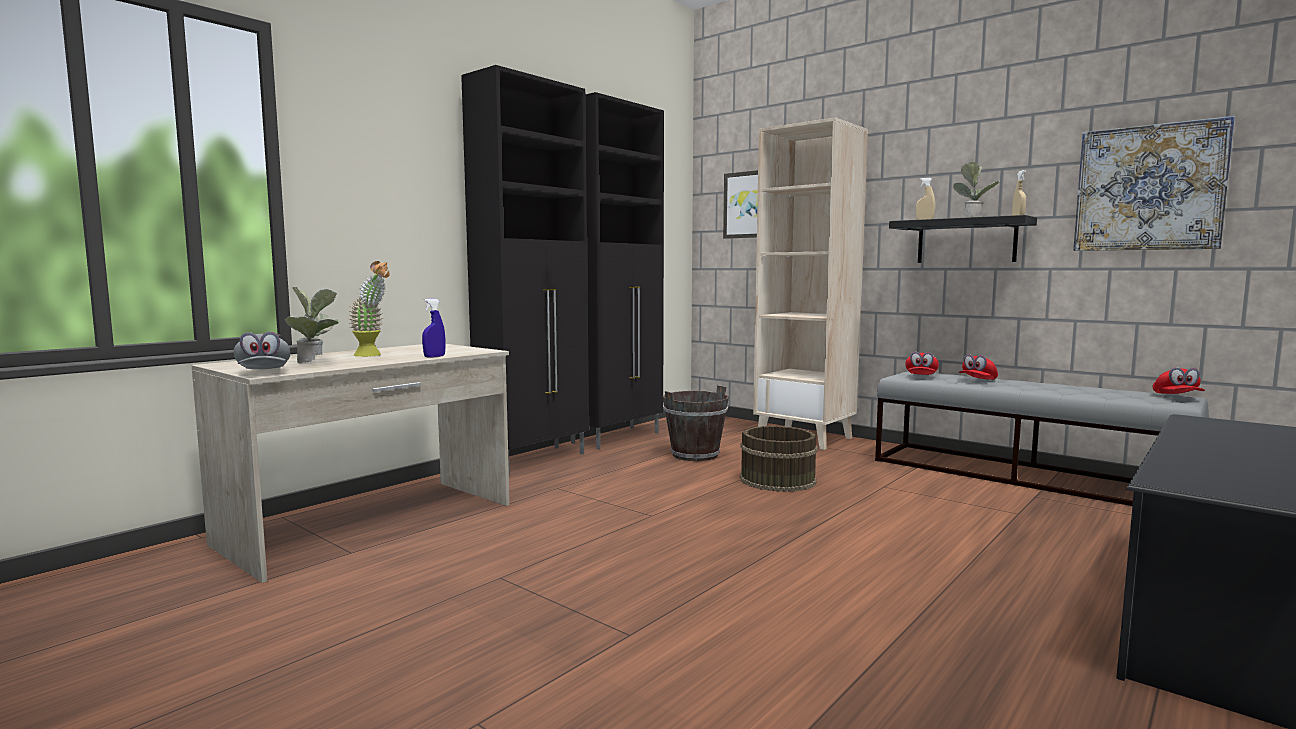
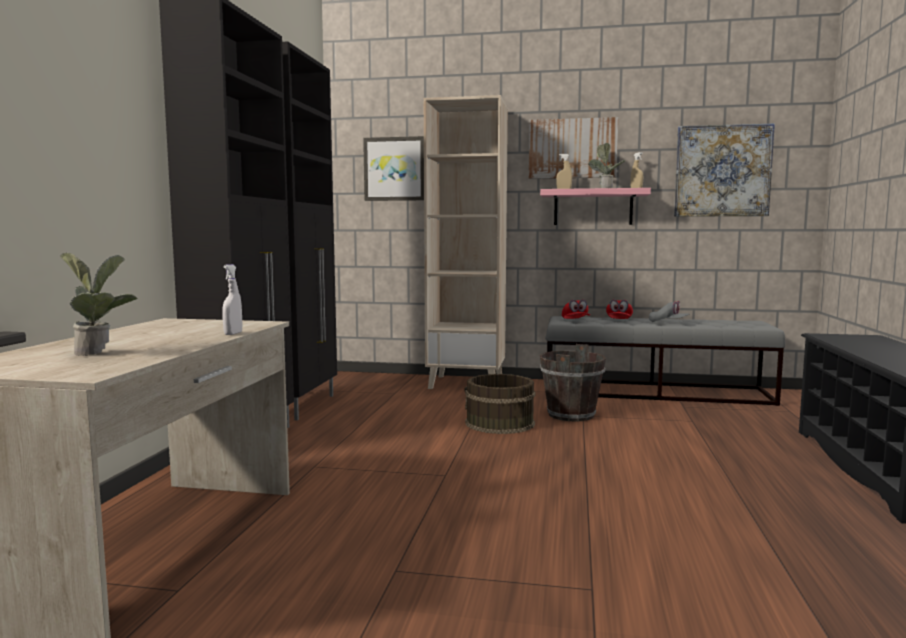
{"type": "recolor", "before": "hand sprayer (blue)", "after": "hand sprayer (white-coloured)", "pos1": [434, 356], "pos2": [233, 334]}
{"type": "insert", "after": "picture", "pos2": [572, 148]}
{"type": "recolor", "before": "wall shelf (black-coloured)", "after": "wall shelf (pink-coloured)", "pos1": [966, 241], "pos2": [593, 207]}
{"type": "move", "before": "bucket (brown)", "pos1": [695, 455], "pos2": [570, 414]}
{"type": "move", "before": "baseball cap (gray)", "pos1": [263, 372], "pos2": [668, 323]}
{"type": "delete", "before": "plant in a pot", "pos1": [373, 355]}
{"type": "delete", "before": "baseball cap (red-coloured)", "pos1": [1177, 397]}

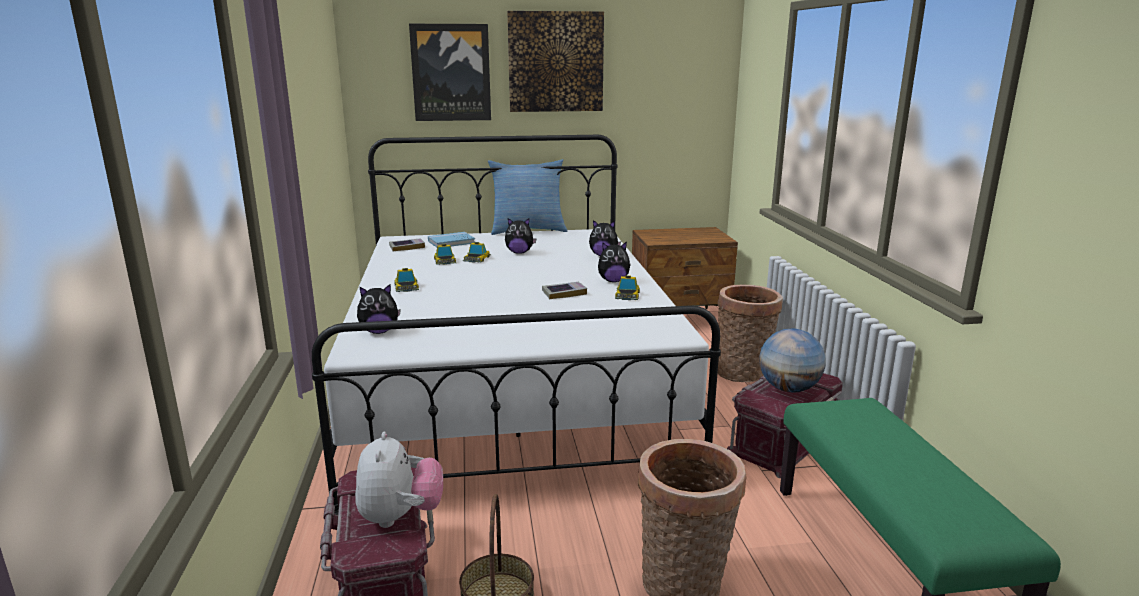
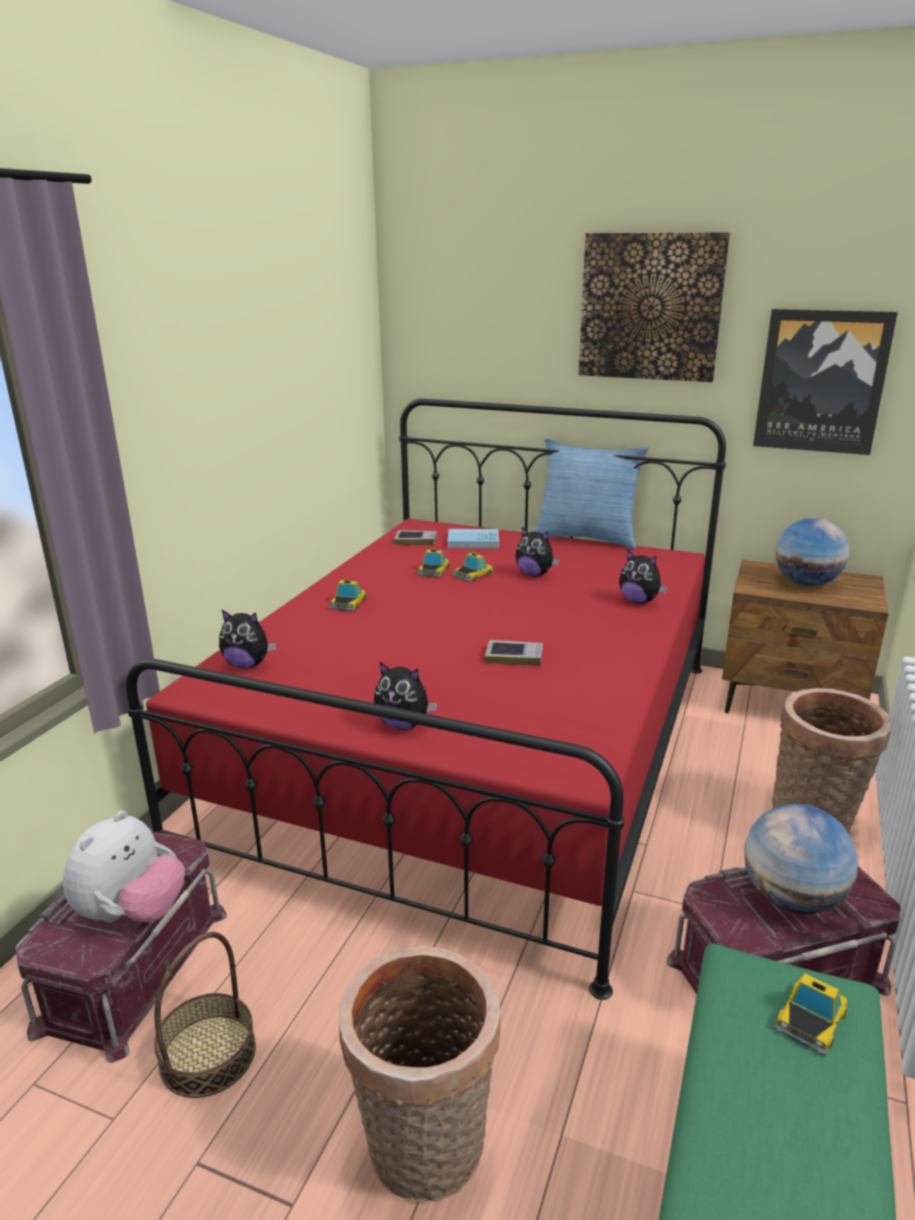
{"type": "recolor", "before": "bed (white-coloured)", "after": "bed (red-coloured)", "pos1": [510, 385], "pos2": [474, 748]}
{"type": "move", "before": "cuddly toy", "pos1": [613, 281], "pos2": [403, 724]}
{"type": "move", "before": "picture", "pos1": [451, 73], "pos2": [821, 382]}
{"type": "move", "before": "miniature car", "pos1": [627, 295], "pos2": [810, 1018]}
{"type": "insert", "after": "globe", "pos2": [805, 583]}

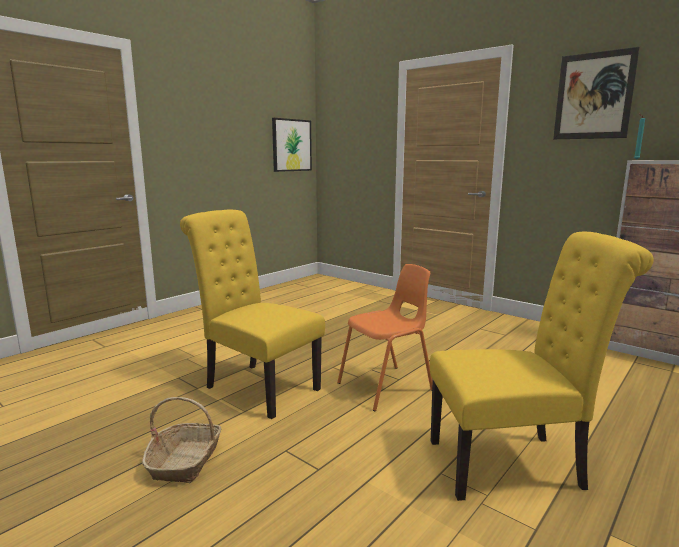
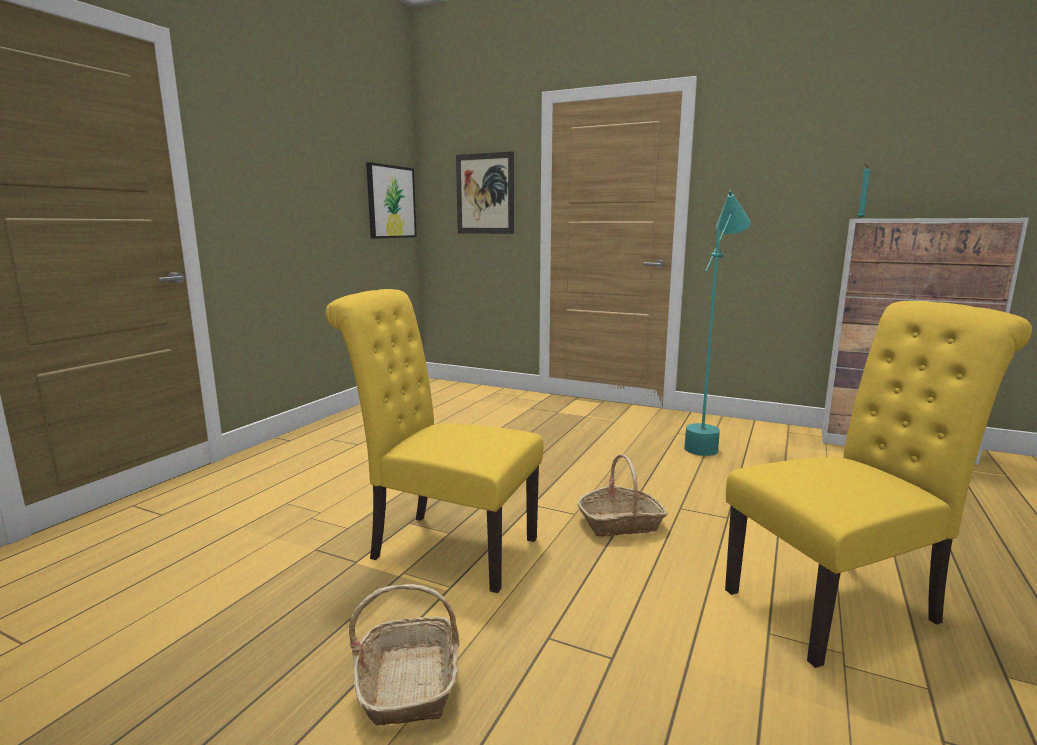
{"type": "move", "before": "picture", "pos1": [593, 96], "pos2": [485, 194]}
{"type": "replace", "before": "upright chair (orange)", "after": "basket", "pos1": [387, 387], "pos2": [621, 523]}
{"type": "insert", "after": "floor lamp (turquoise)", "pos2": [707, 441]}

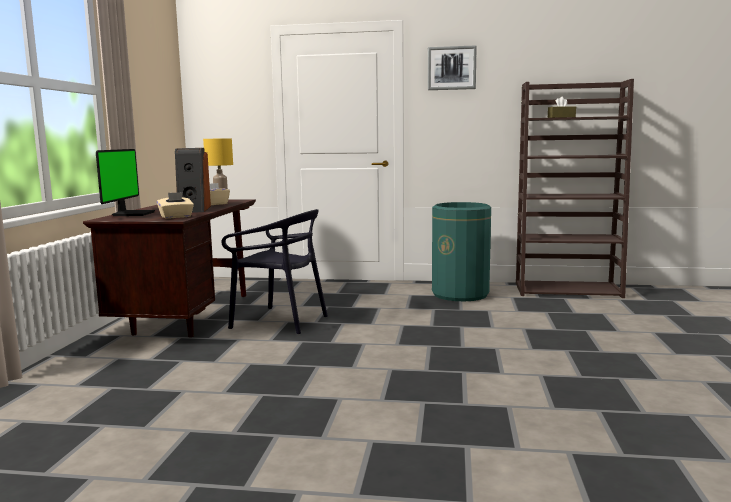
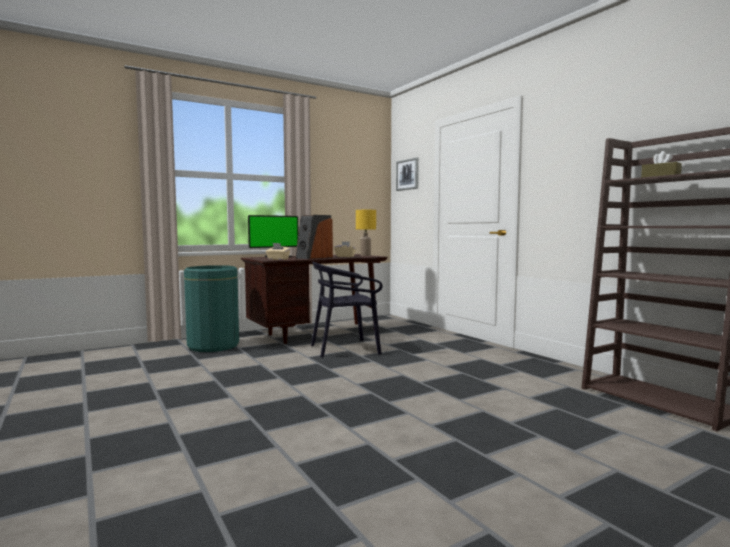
{"type": "move", "before": "waste bin (green)", "pos1": [460, 294], "pos2": [213, 346]}
{"type": "rotate", "before": "upright chair (black-coloured)", "pos1": [279, 321], "pos2": [345, 349], "turn": 90}
{"type": "move", "before": "picture", "pos1": [451, 68], "pos2": [407, 174]}

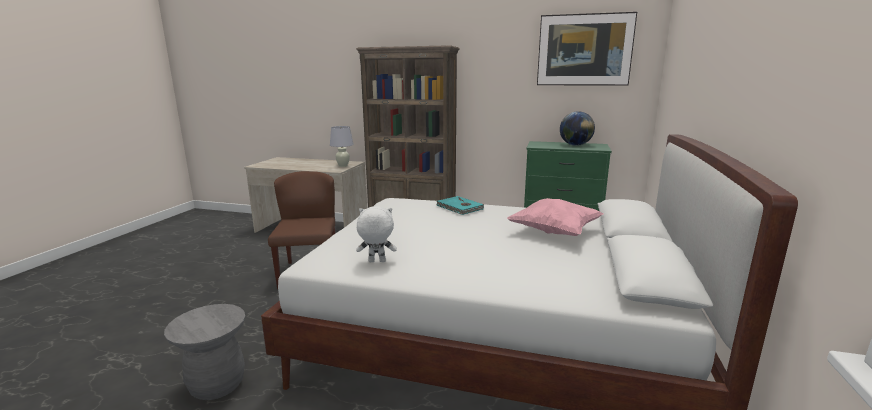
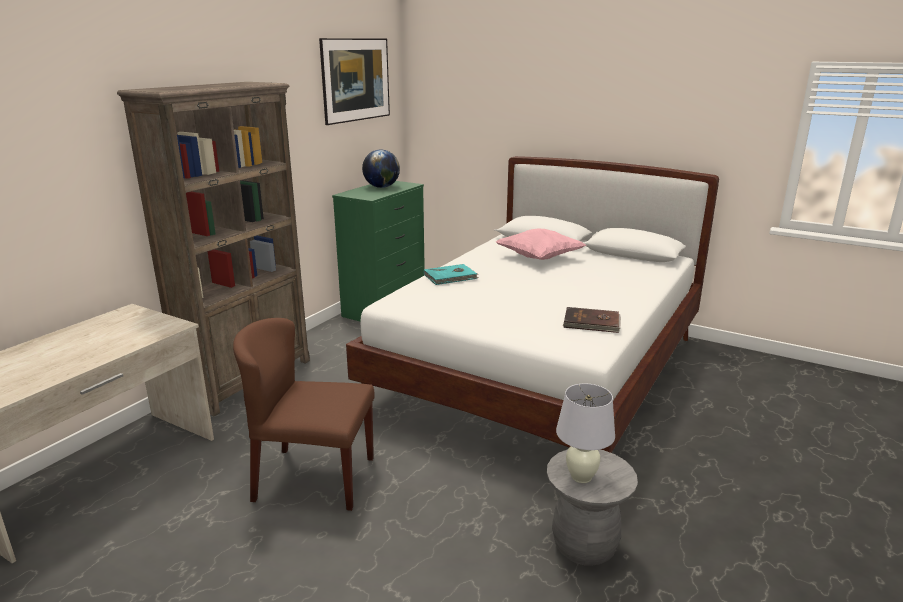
{"type": "move", "before": "lamp for a table (white-coloured)", "pos1": [343, 166], "pos2": [581, 476]}
{"type": "replace", "before": "cuddly toy (white-coloured)", "after": "bound book (brown)", "pos1": [376, 262], "pos2": [592, 323]}

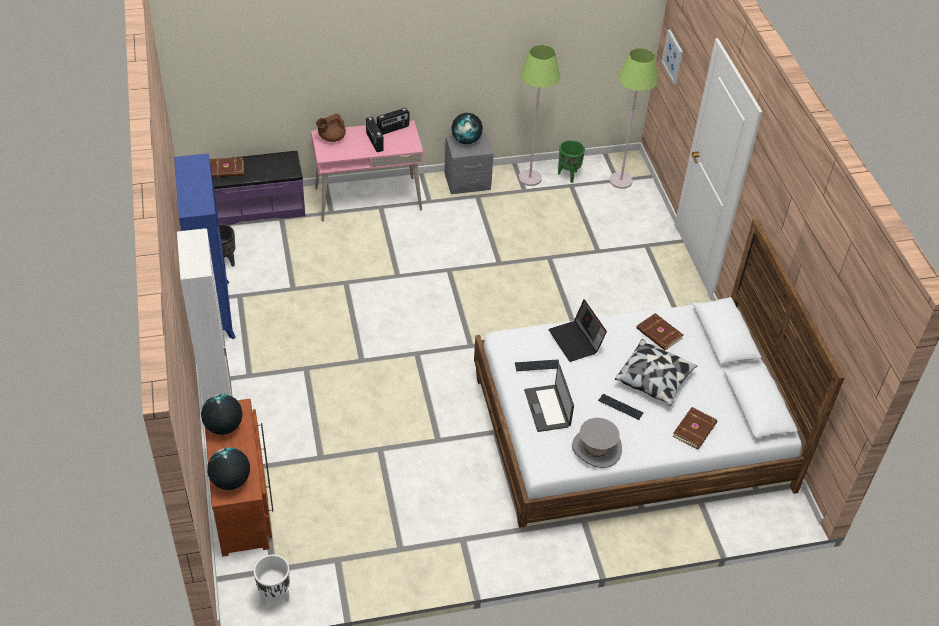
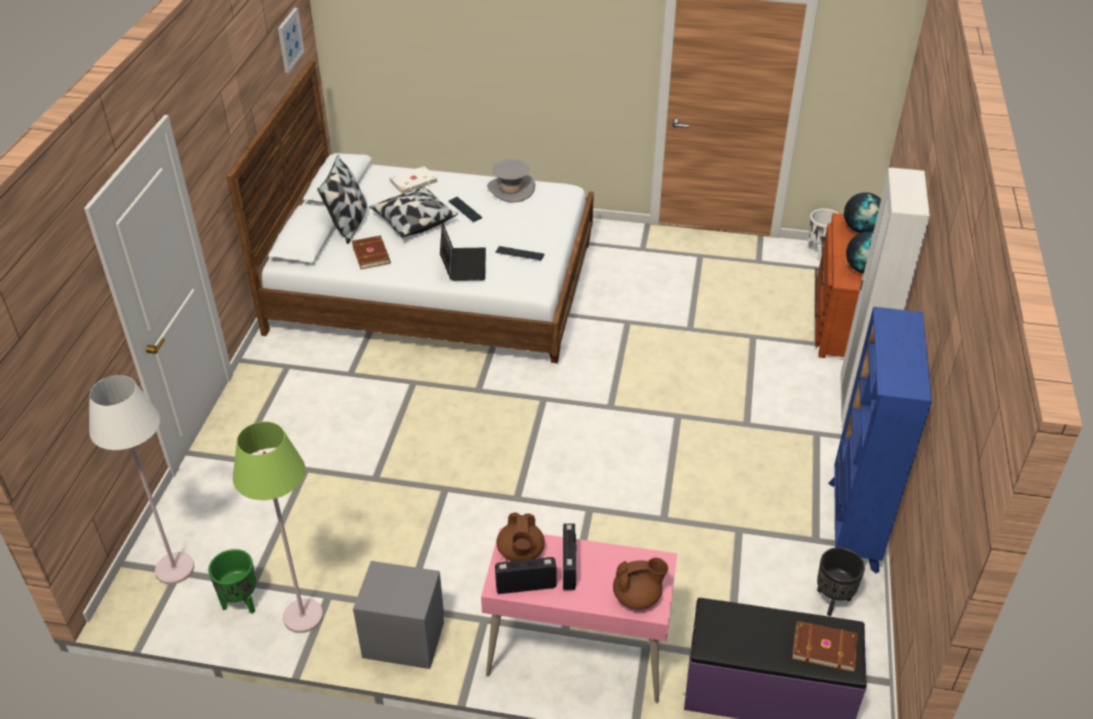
{"type": "recolor", "before": "floor lamp (green)", "after": "floor lamp (white-coloured)", "pos1": [621, 181], "pos2": [175, 568]}
{"type": "move", "before": "picture", "pos1": [673, 56], "pos2": [289, 40]}
{"type": "insert", "after": "pillow", "pos2": [349, 224]}
{"type": "recolor", "before": "bound book (brown)", "after": "bound book (white-coloured)", "pos1": [695, 430], "pos2": [412, 181]}
{"type": "insert", "after": "teapot (brown)", "pos2": [521, 553]}
{"type": "delete", "before": "globe", "pos1": [466, 140]}
{"type": "delete", "before": "portable computer", "pos1": [548, 408]}

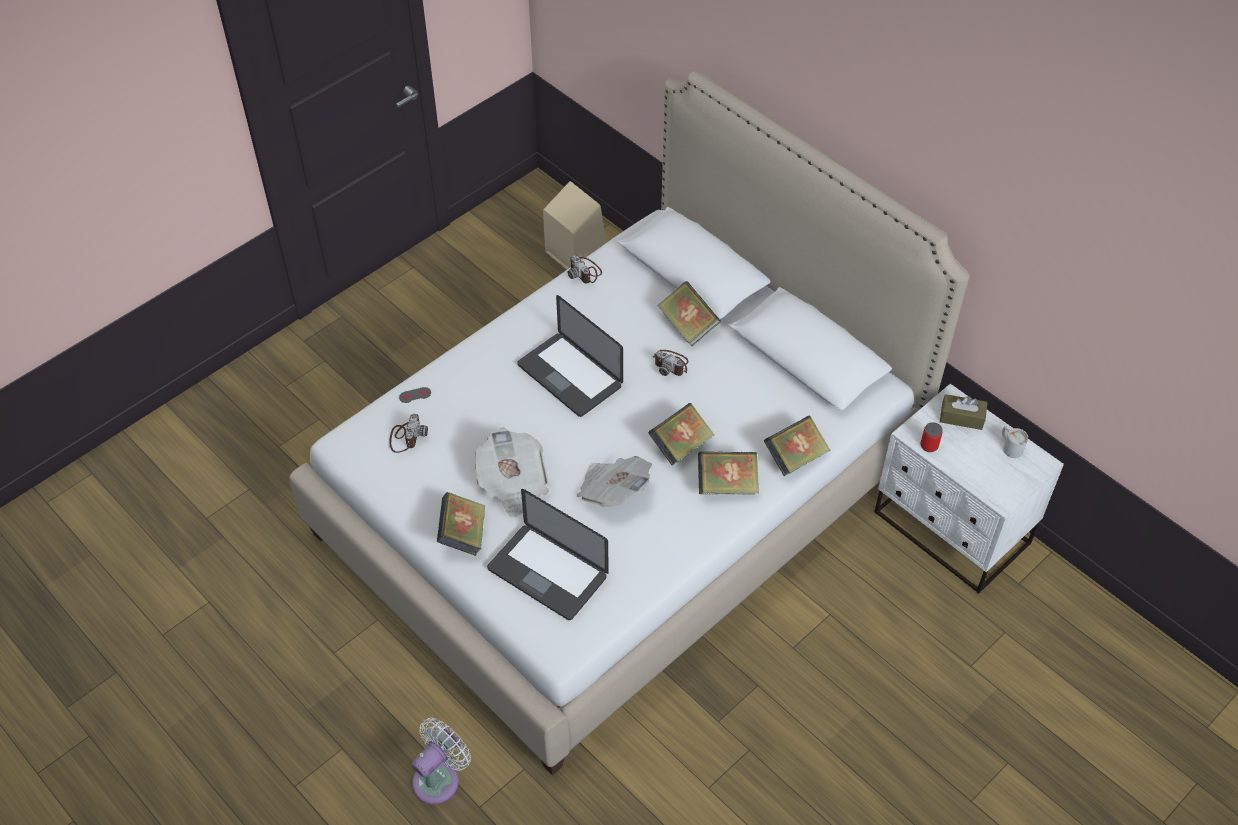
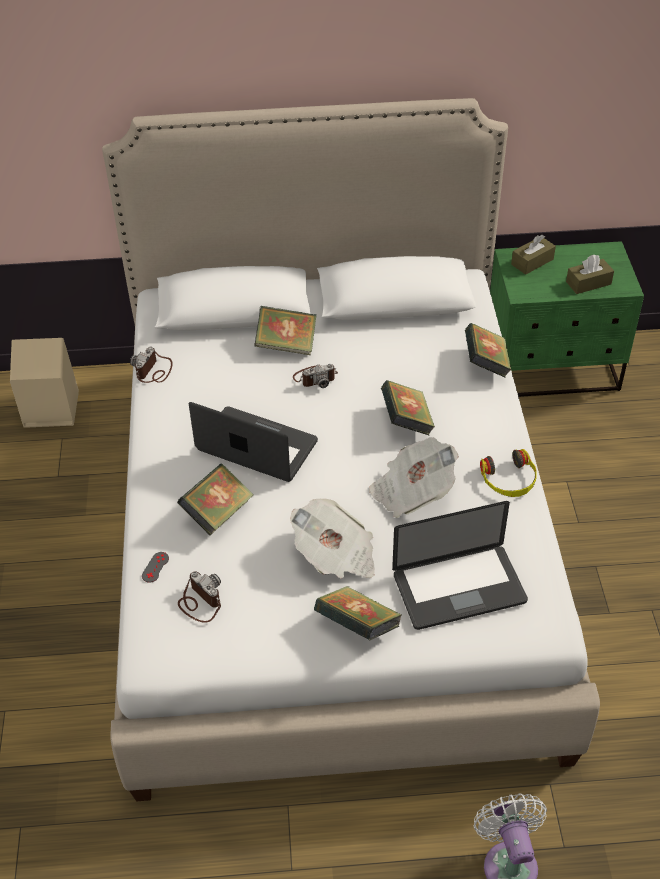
{"type": "rotate", "before": "still camera", "pos1": [585, 272], "pos2": [154, 371], "turn": 105}
{"type": "move", "before": "bound book", "pos1": [727, 485], "pos2": [218, 513]}
{"type": "rotate", "before": "portable computer", "pos1": [569, 376], "pos2": [257, 446], "turn": -150}
{"type": "insert", "after": "headphones", "pos2": [509, 480]}
{"type": "recolor", "before": "bedside table (white-coloured)", "after": "bedside table (green)", "pos1": [951, 530], "pos2": [552, 369]}
{"type": "insert", "after": "box of tissues (brown)", "pos2": [588, 283]}
{"type": "delete", "before": "can", "pos1": [929, 445]}
{"type": "delete", "before": "coffee mug (white-coloured)", "pos1": [1010, 447]}

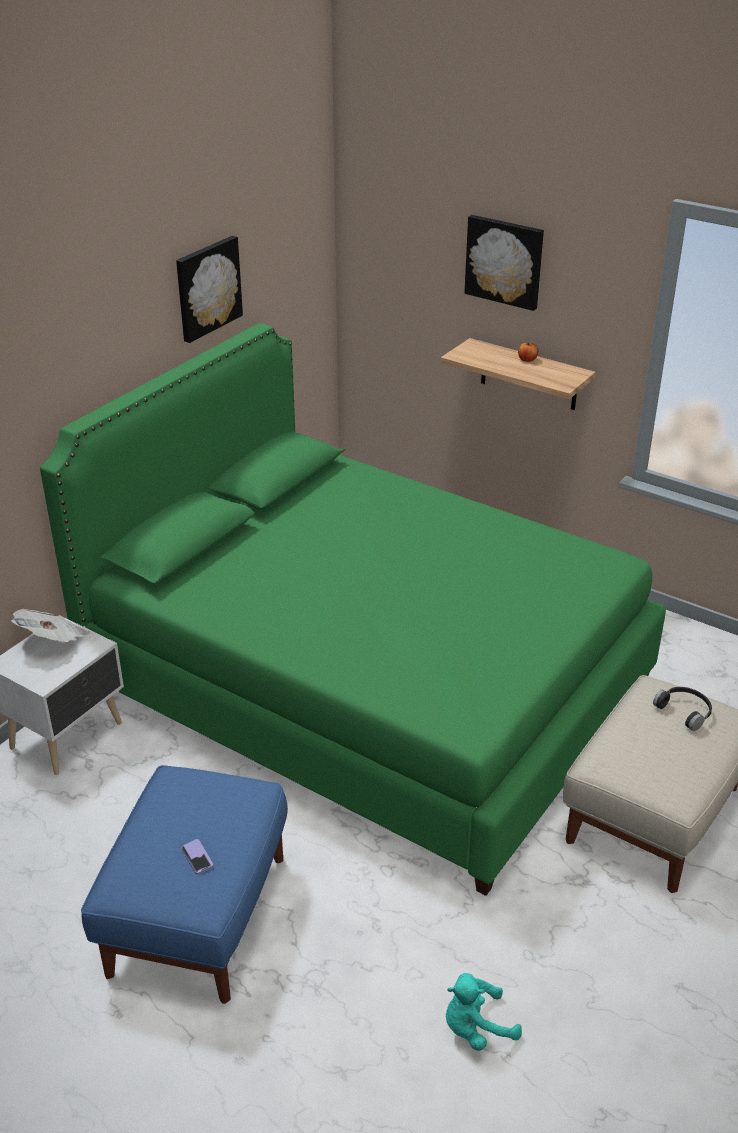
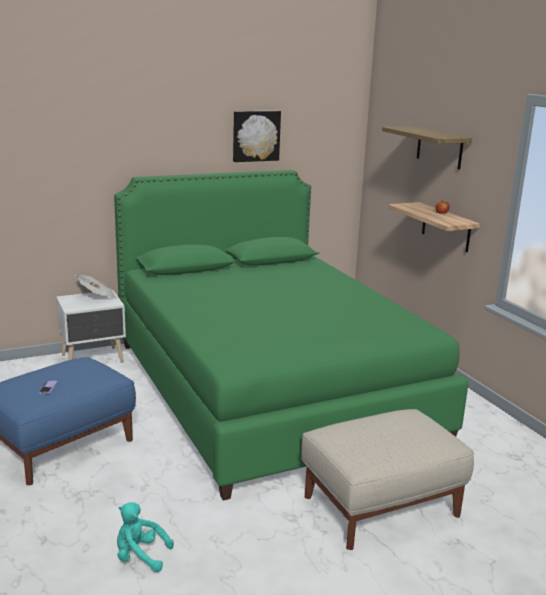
{"type": "replace", "before": "picture", "after": "wall shelf", "pos1": [505, 261], "pos2": [439, 147]}
{"type": "delete", "before": "headphones (black-coloured)", "pos1": [685, 711]}

